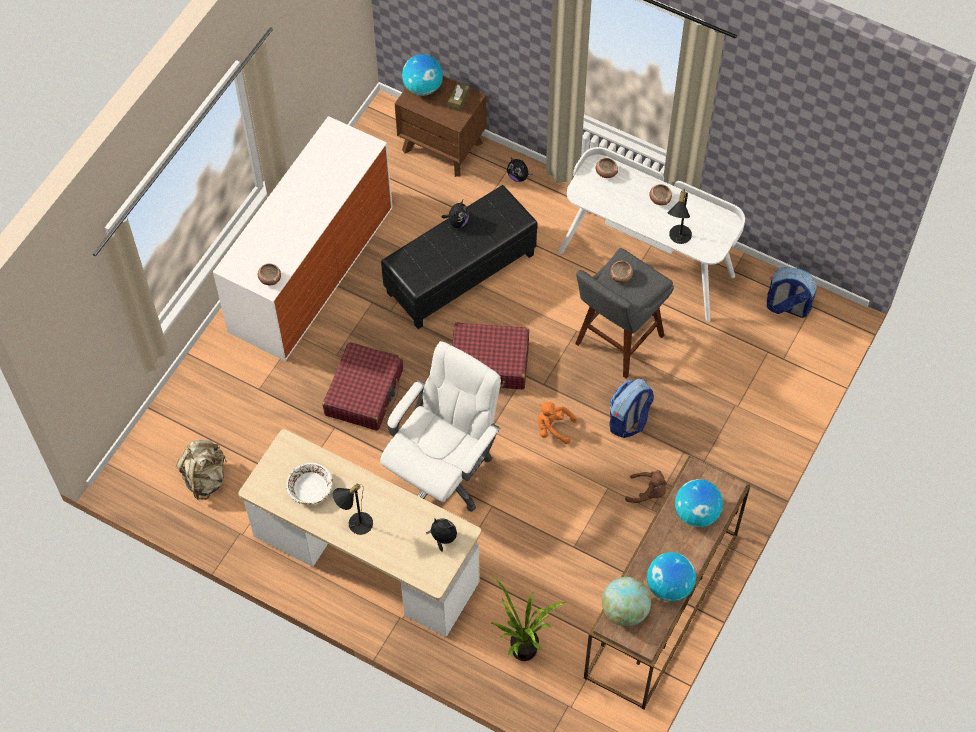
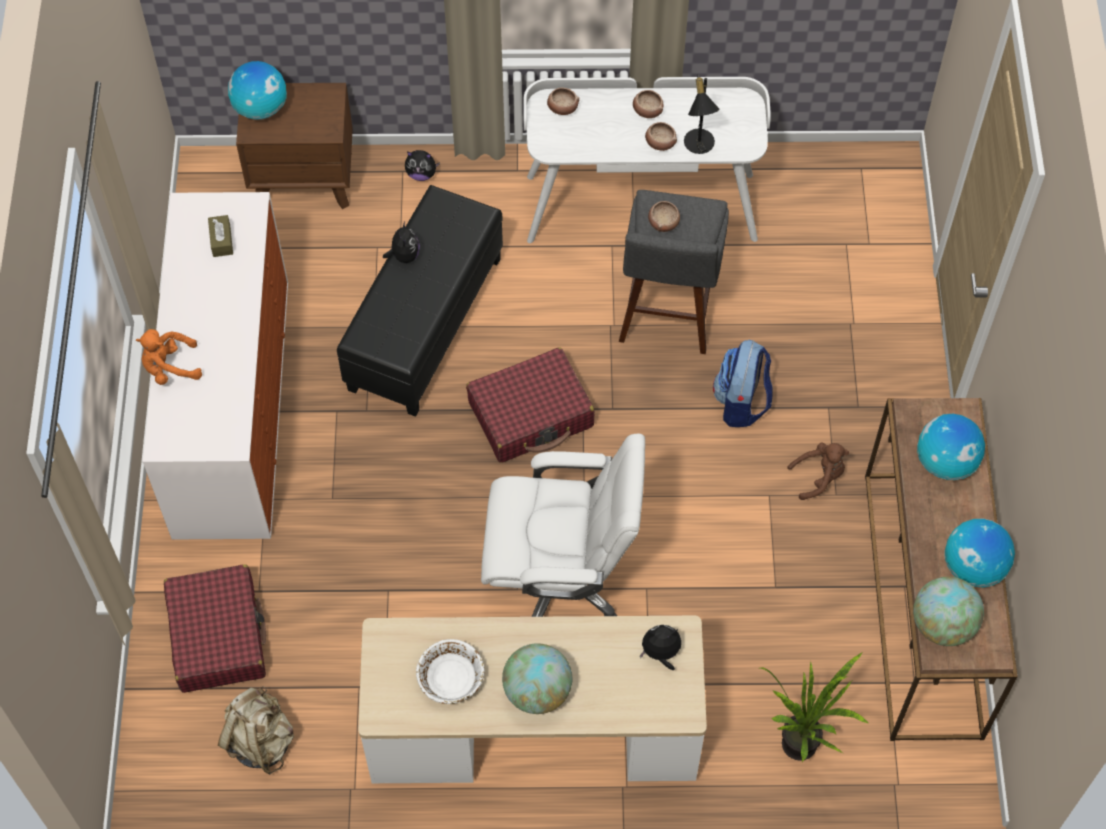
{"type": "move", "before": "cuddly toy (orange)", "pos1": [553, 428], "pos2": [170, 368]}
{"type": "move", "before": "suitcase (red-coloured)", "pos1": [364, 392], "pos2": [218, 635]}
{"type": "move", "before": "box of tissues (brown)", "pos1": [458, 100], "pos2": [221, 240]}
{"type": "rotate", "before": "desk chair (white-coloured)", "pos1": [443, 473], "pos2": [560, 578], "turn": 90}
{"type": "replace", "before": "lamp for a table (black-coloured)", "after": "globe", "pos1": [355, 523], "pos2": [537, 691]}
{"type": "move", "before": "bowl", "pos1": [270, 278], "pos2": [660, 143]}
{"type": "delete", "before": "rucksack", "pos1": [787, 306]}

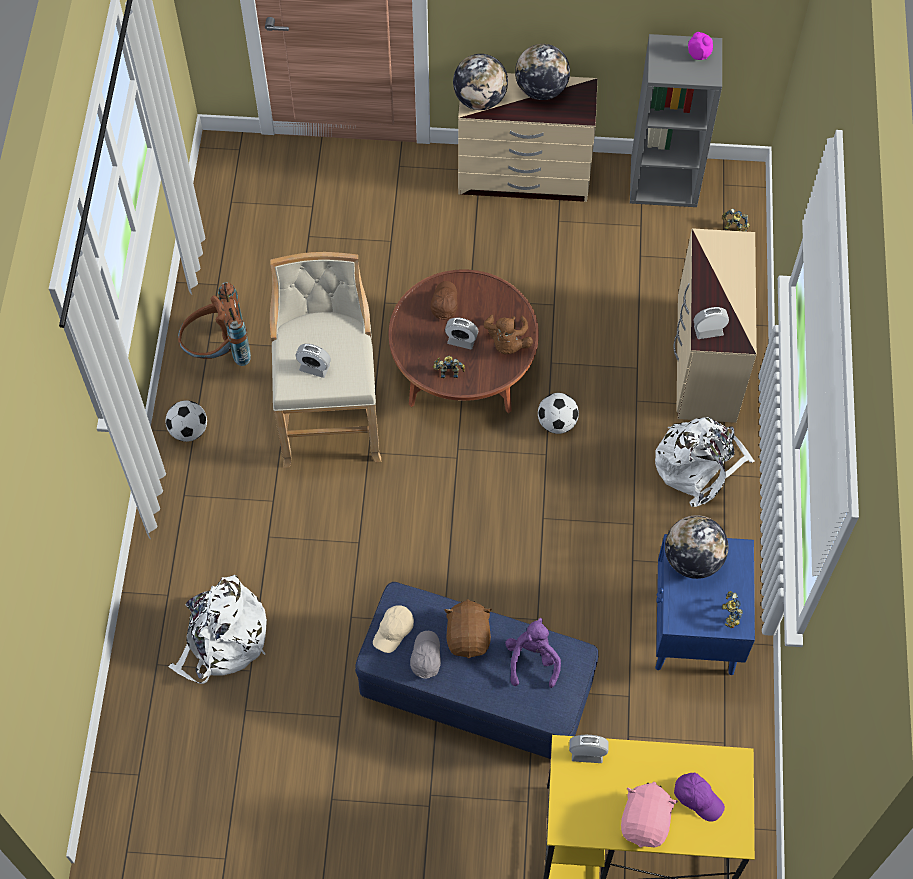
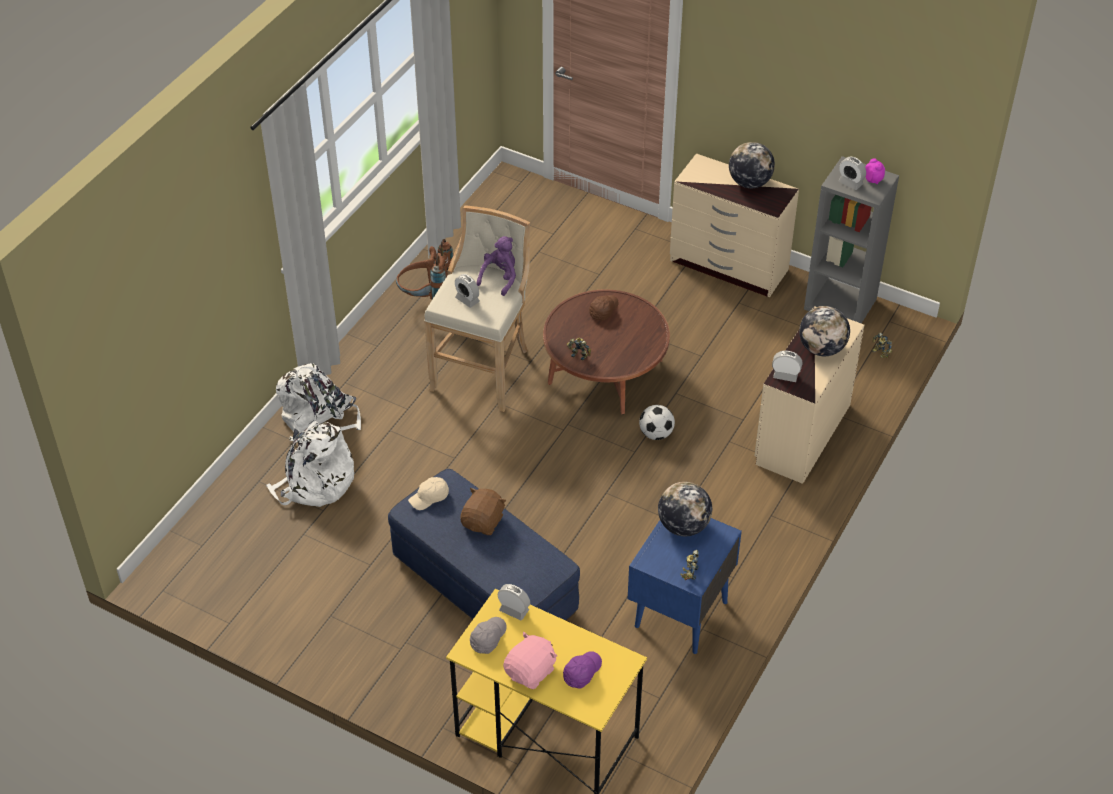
{"type": "move", "before": "rucksack (white-coloured)", "pos1": [698, 465], "pos2": [318, 418]}
{"type": "move", "before": "baseball cap (gray)", "pos1": [426, 657], "pos2": [487, 638]}
{"type": "move", "before": "cuddly toy (purple)", "pos1": [532, 659], "pos2": [500, 278]}
{"type": "rotate", "before": "baseball cap (purple)", "pos1": [698, 798], "pos2": [581, 672], "turn": -120}
{"type": "move", "before": "globe", "pos1": [480, 99], "pos2": [822, 348]}
{"type": "move", "before": "table clock", "pos1": [461, 340], "pos2": [850, 183]}
{"type": "delete", "before": "football ball", "pos1": [189, 430]}
{"type": "delete", "before": "cuddly toy (brown)", "pos1": [507, 343]}

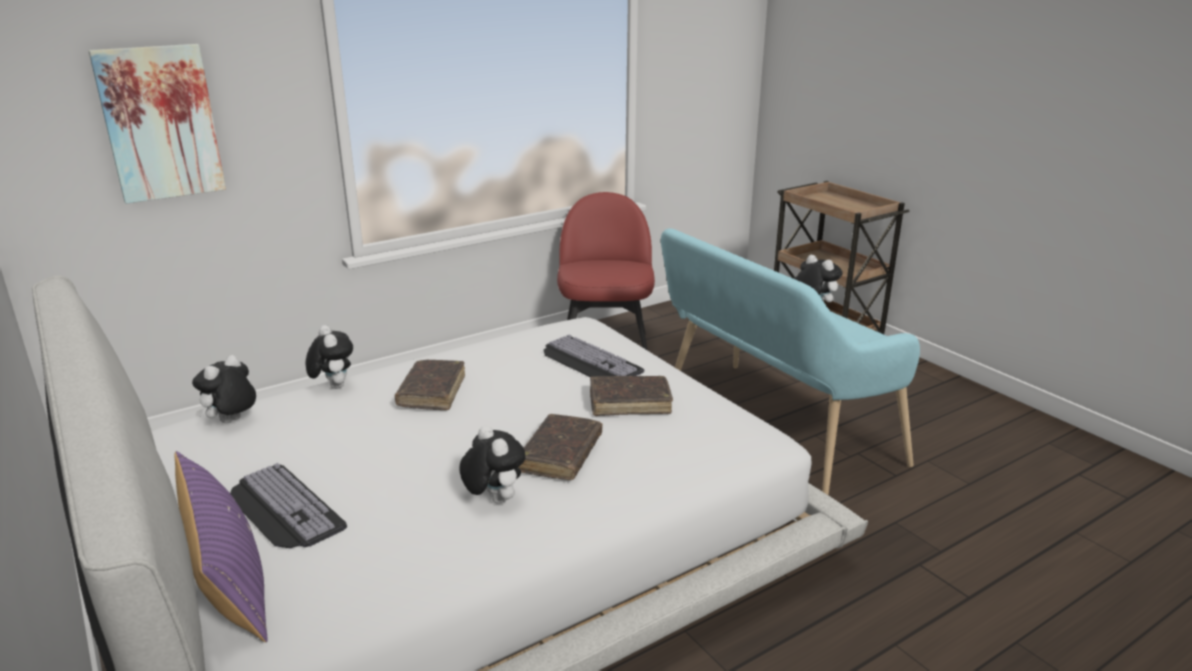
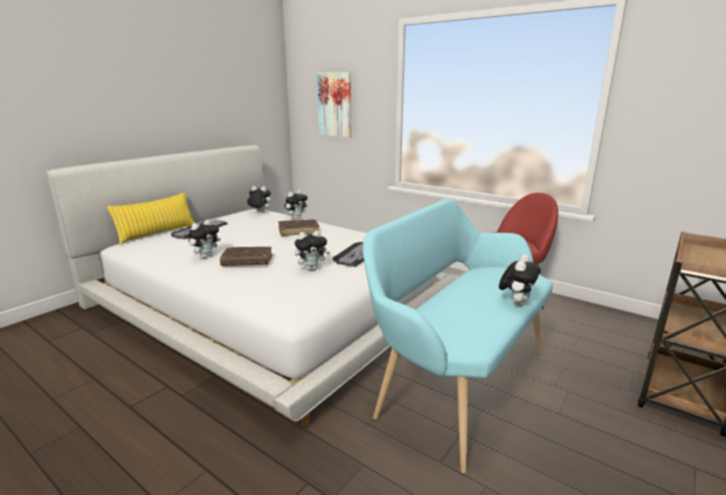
{"type": "recolor", "before": "pillow (purple)", "after": "pillow (yellowish)", "pos1": [229, 579], "pos2": [157, 233]}
{"type": "replace", "before": "bound book (brown)", "after": "cuddly toy", "pos1": [630, 403], "pos2": [312, 268]}

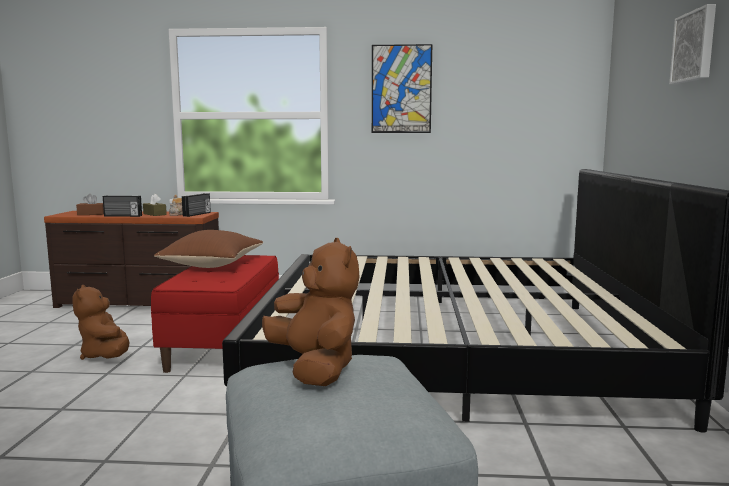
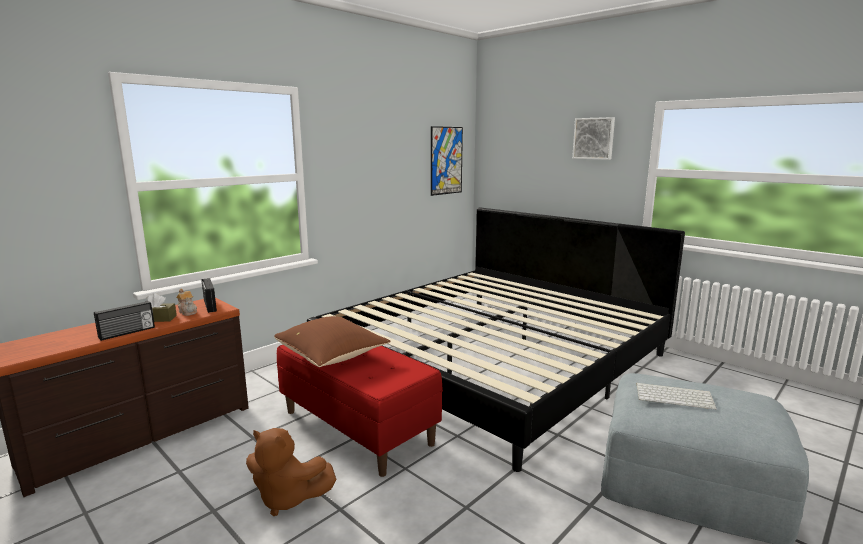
{"type": "move", "before": "picture", "pos1": [401, 89], "pos2": [446, 160]}
{"type": "replace", "before": "cuddly toy (brown)", "after": "PC keyboard", "pos1": [315, 368], "pos2": [675, 396]}
{"type": "delete", "before": "box of tissues (brown)", "pos1": [91, 214]}

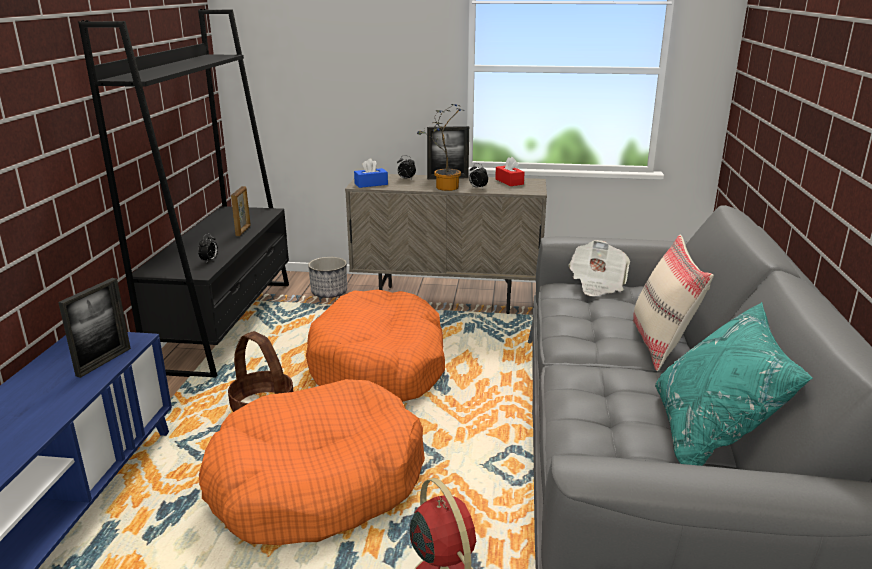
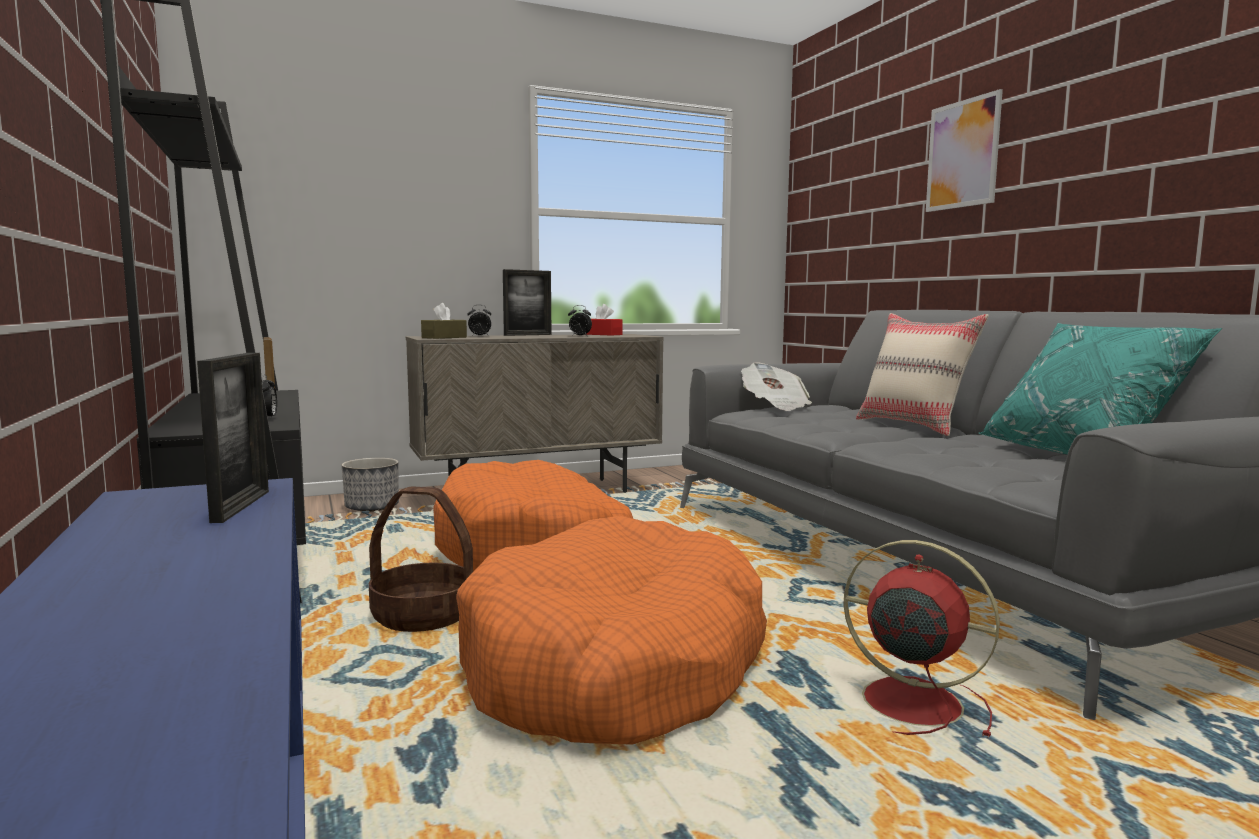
{"type": "recolor", "before": "box of tissues (blue)", "after": "box of tissues (brown)", "pos1": [371, 184], "pos2": [444, 337]}
{"type": "insert", "after": "picture", "pos2": [962, 154]}
{"type": "delete", "before": "plant in a pot", "pos1": [443, 187]}

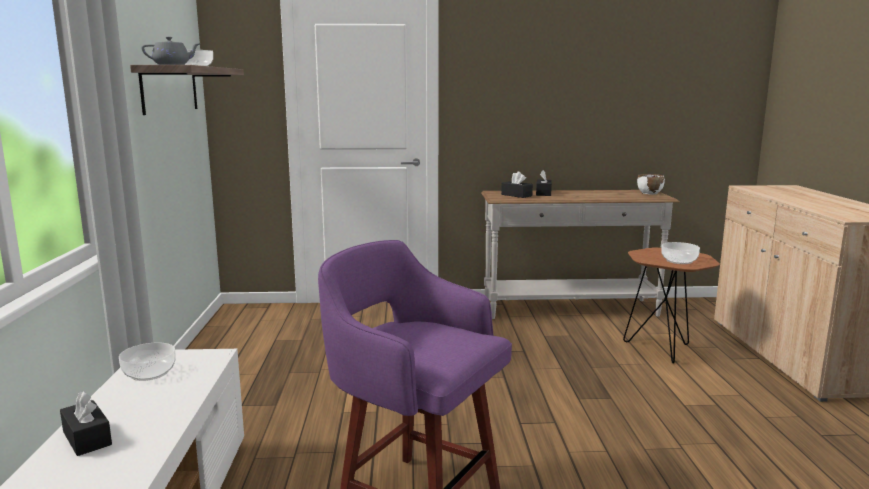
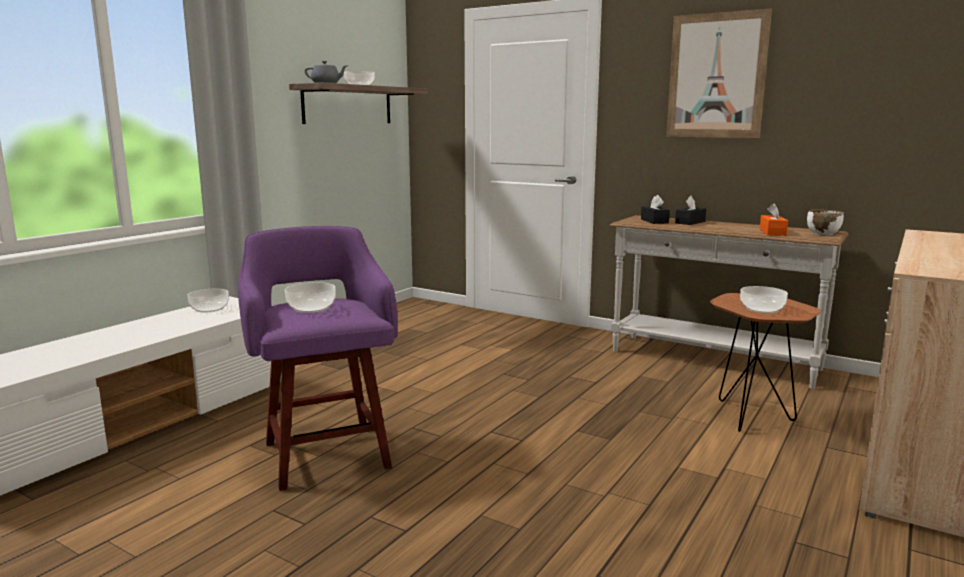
{"type": "insert", "after": "bowl", "pos2": [312, 308]}
{"type": "insert", "after": "picture", "pos2": [716, 76]}
{"type": "insert", "after": "box of tissues (orange)", "pos2": [772, 232]}
{"type": "delete", "before": "box of tissues (black-coloured)", "pos1": [87, 438]}

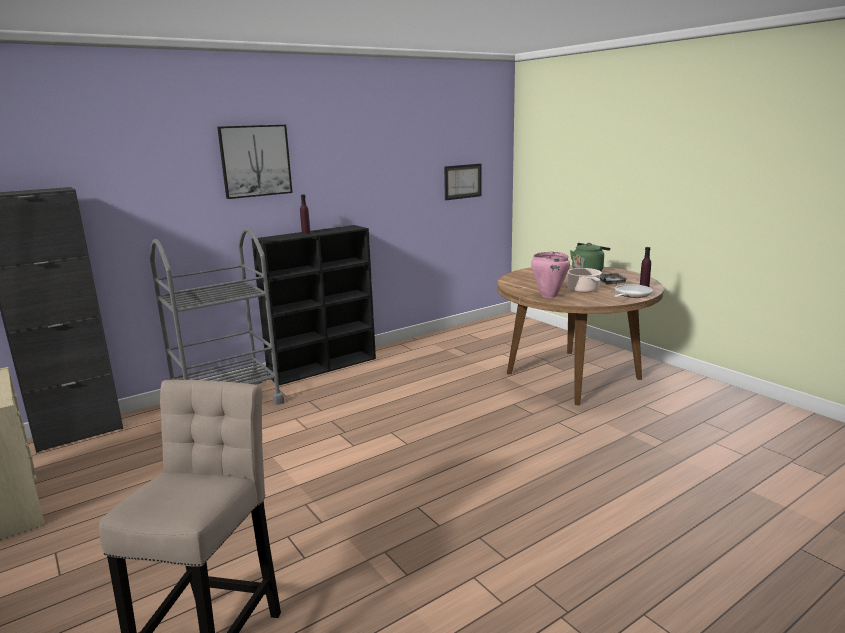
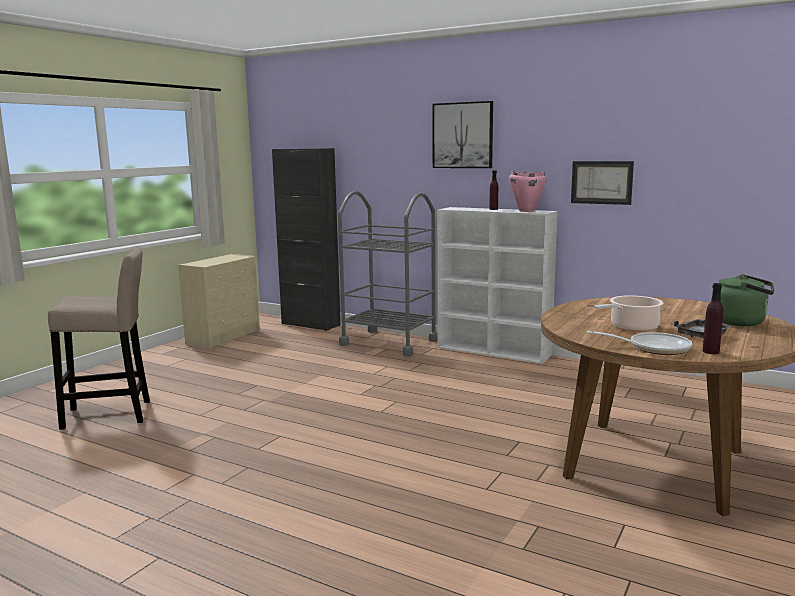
{"type": "recolor", "before": "bookcase (black-coloured)", "after": "bookcase (white-coloured)", "pos1": [324, 367], "pos2": [494, 351]}
{"type": "move", "before": "cooking pot (pink-coloured)", "pos1": [548, 295], "pos2": [526, 211]}
{"type": "move", "before": "picture", "pos1": [462, 181], "pos2": [601, 182]}

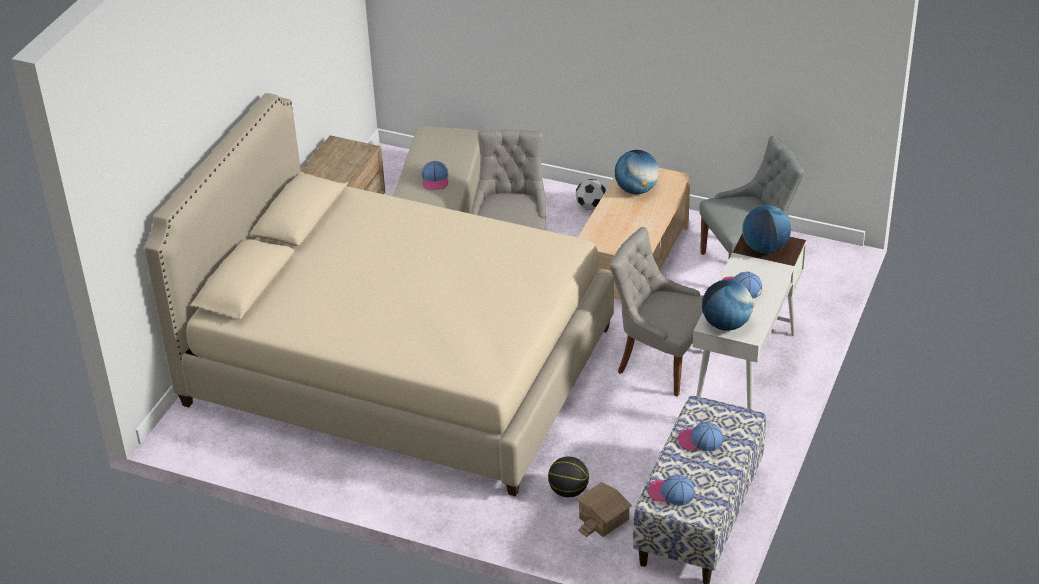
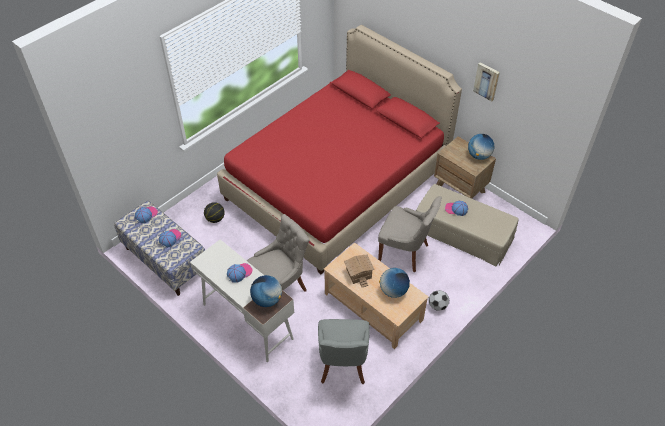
{"type": "recolor", "before": "bed (beige-coloured)", "after": "bed (red-coloured)", "pos1": [399, 366], "pos2": [337, 183]}
{"type": "move", "before": "toy house", "pos1": [604, 519], "pos2": [358, 273]}
{"type": "move", "before": "globe", "pos1": [726, 324], "pos2": [479, 155]}
{"type": "insert", "after": "picture", "pos2": [487, 81]}

